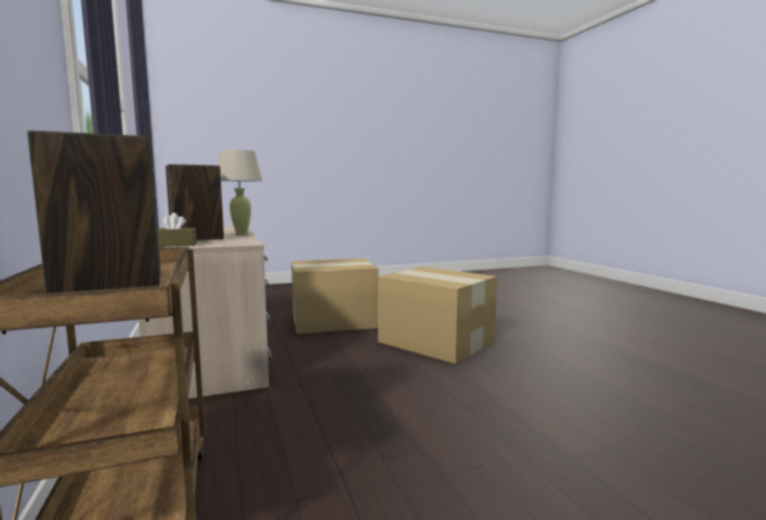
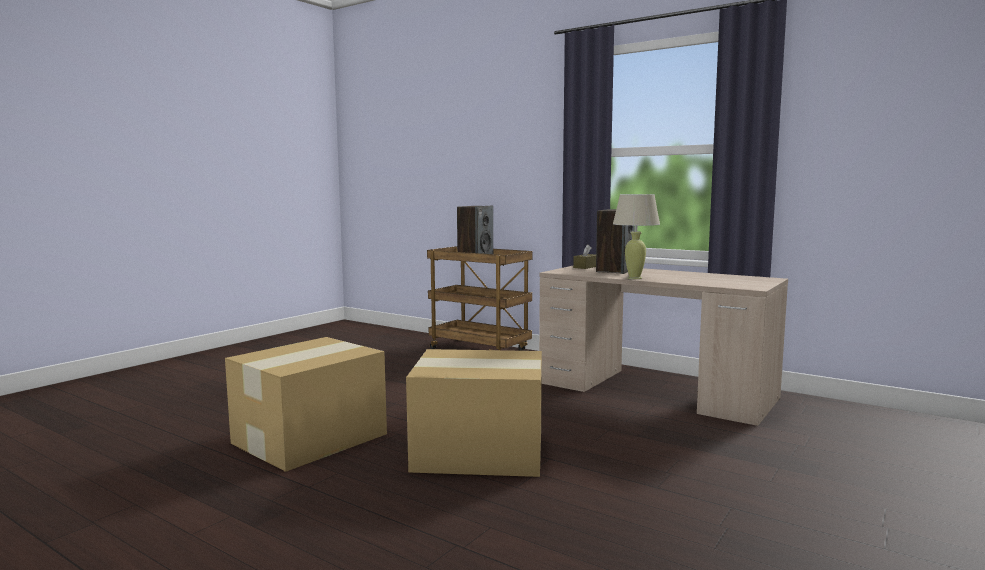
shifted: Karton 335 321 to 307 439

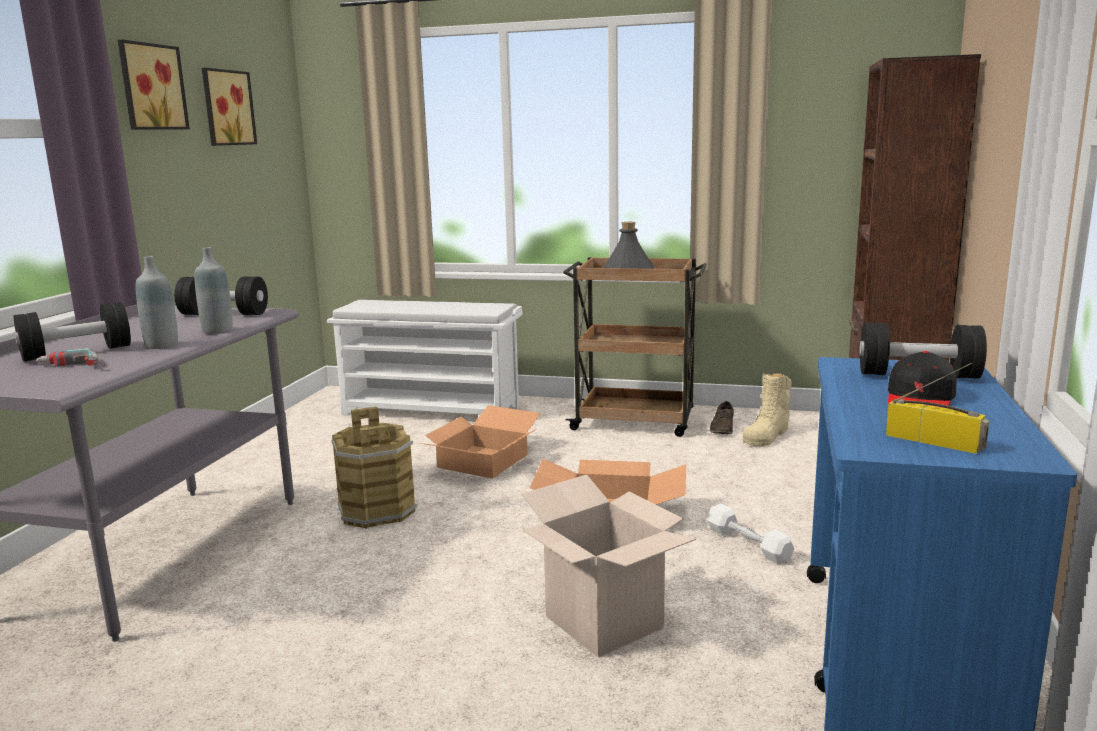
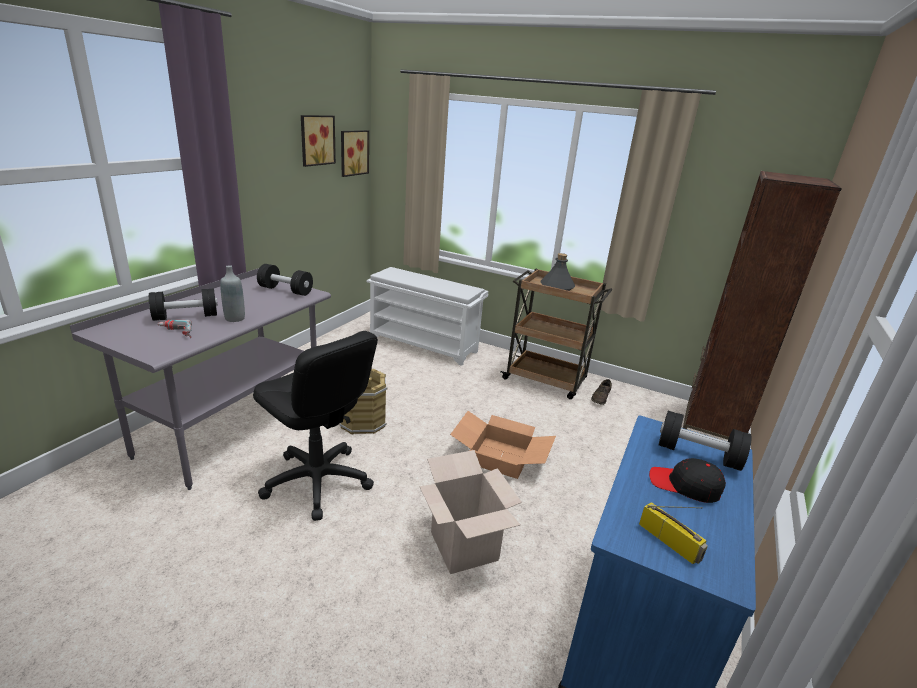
gone: Flasche (grau) 217 331; Stiefel (beige) 766 435; Karton 483 462; Hantel (weiß) 748 544
new: Bürostuhl (schwarz) 317 481
shifted: Bild 150 87 to 353 152
rotated: Kappe (schwarz) 920 399 = 684 486 75 degrees clockwise

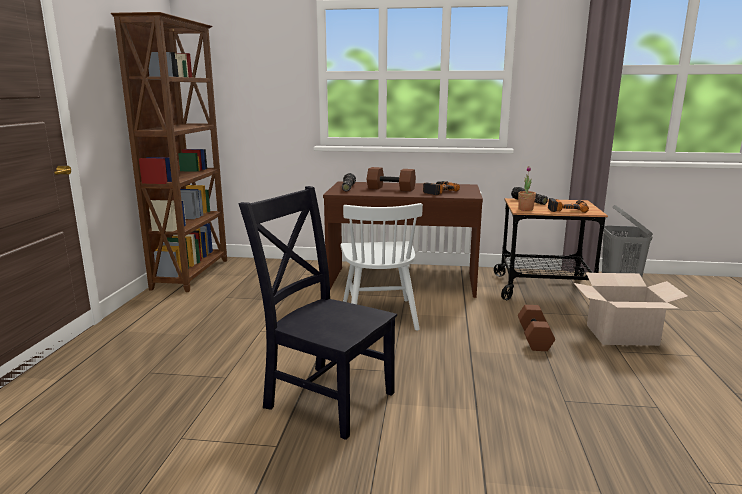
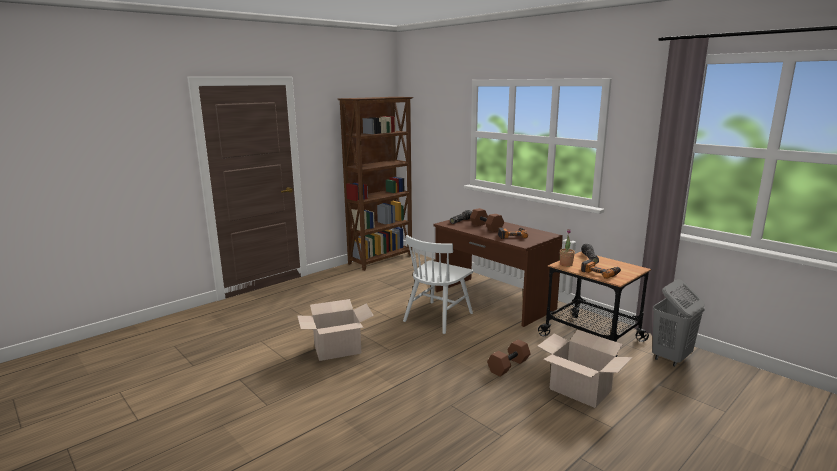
swapped: Stuhl (schwarz) 326 397 to Karton 337 349

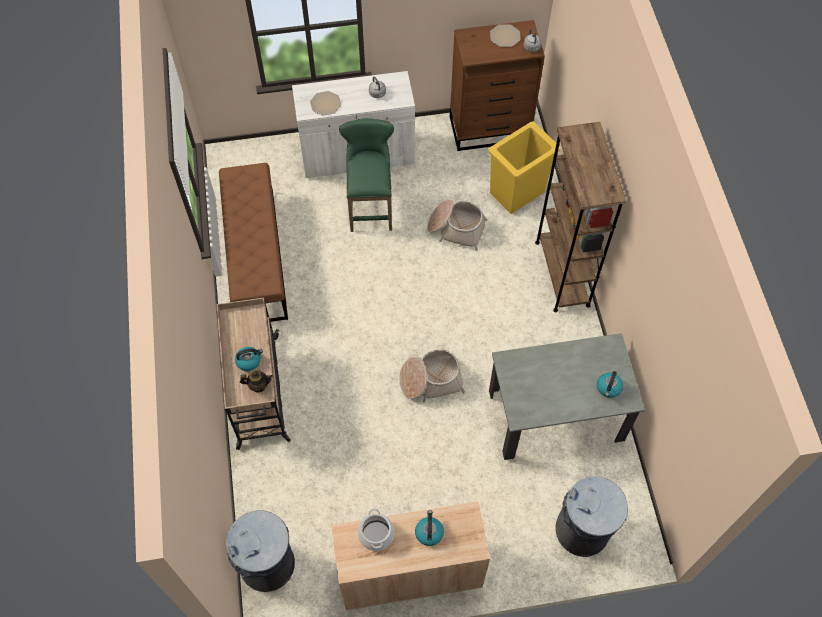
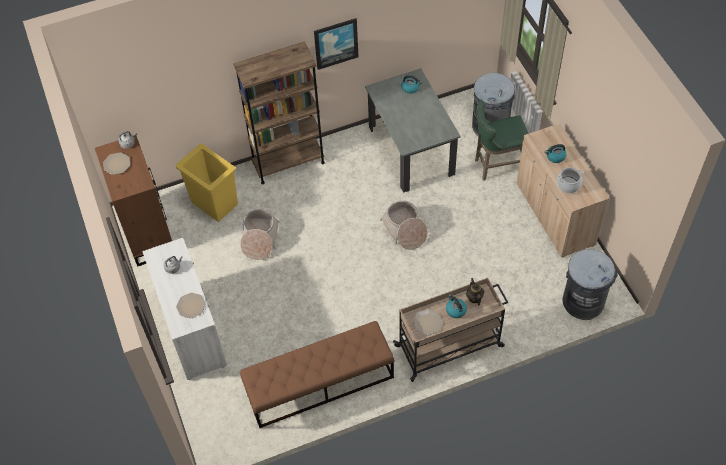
new: Bild 336 43; Teller 427 323
shifted: Hocker (grün) 370 205 to 497 165

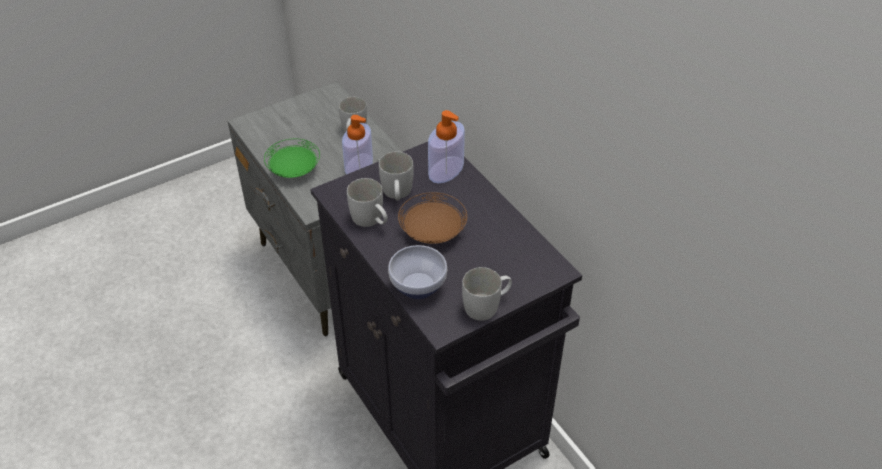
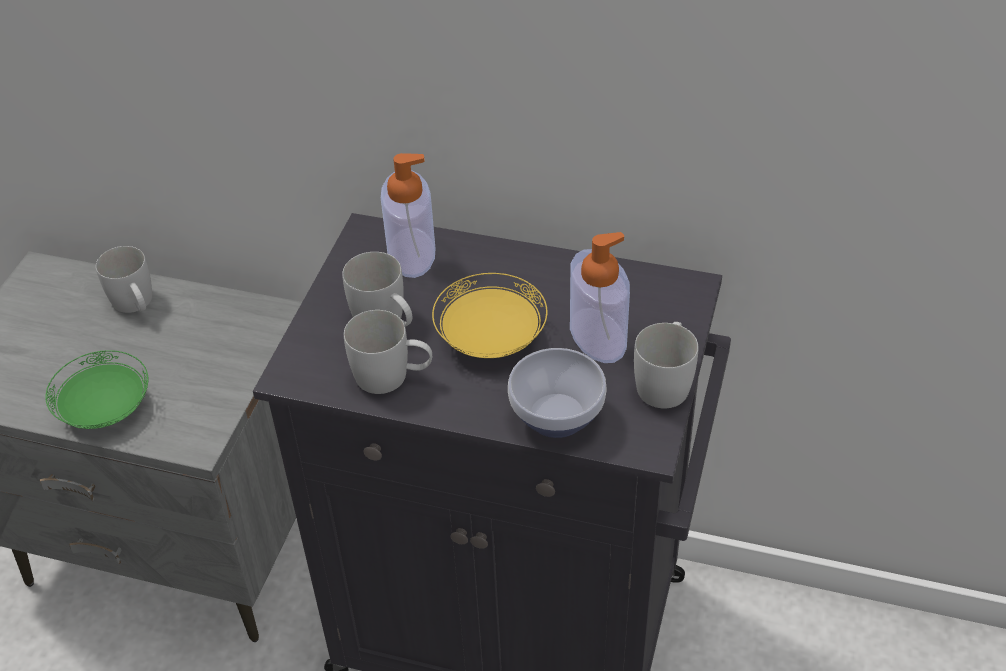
shifted: Seifenspender 359 166 to 597 335
repainted: Teller (braun) 432 231 to Teller (gelb) 490 338

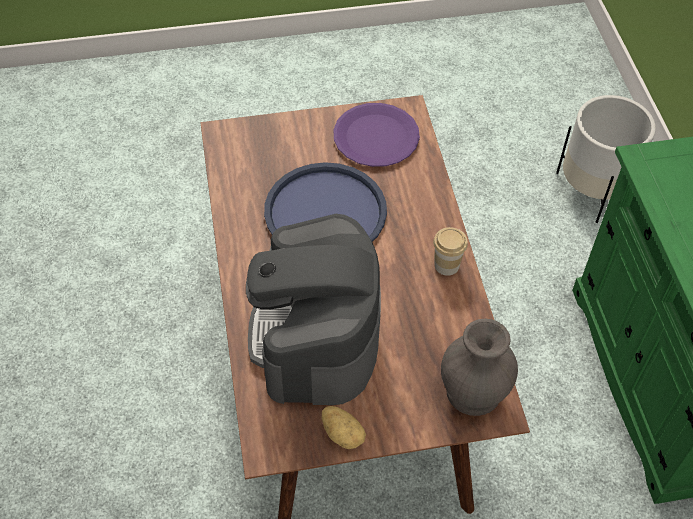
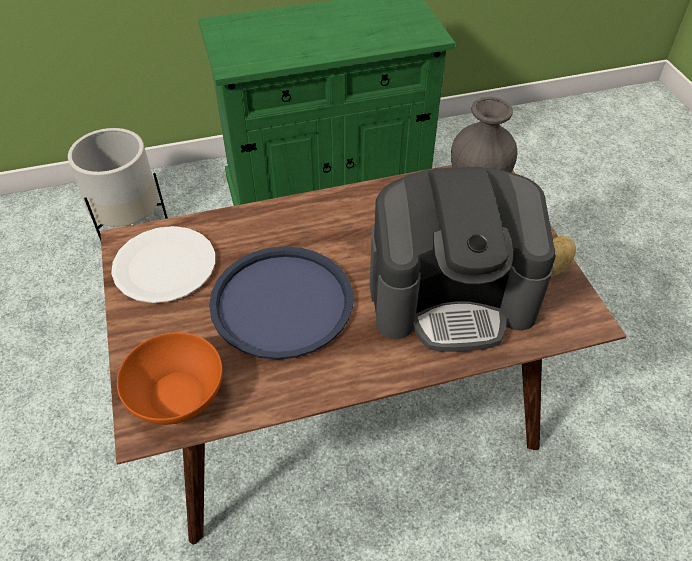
gone: Tasse 446 265
new: Schüssel (orange) 176 395
repainted: Teller (lila) 376 137 to Teller (weiß) 165 266

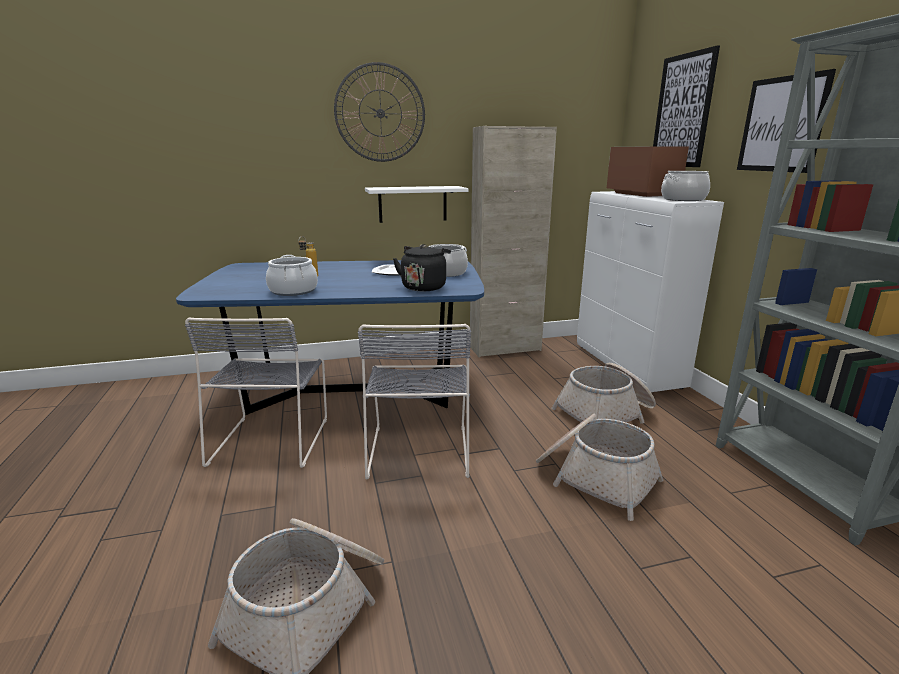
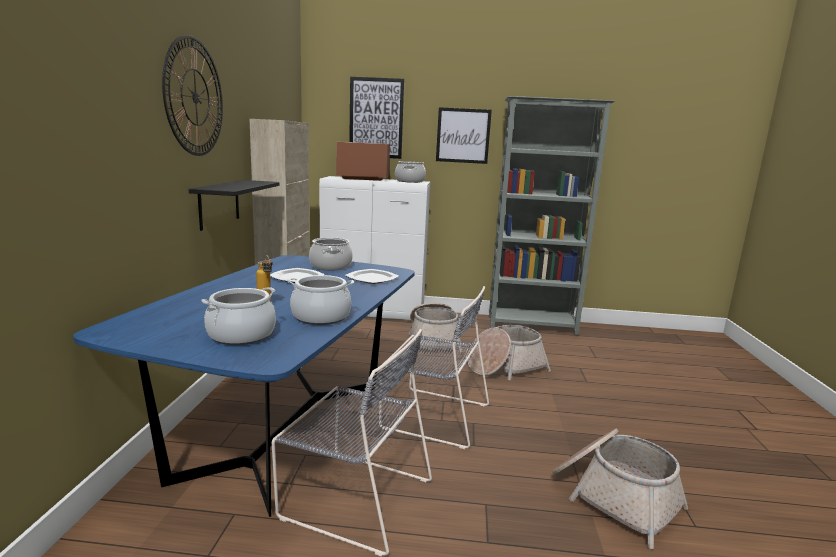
new: Kochtopf 241 335
swapped: Wasserkessel (schwarz) 424 287 to Teller 372 278
repainted: Wandregal (weiß) 412 204 to Wandregal (schwarz) 219 204

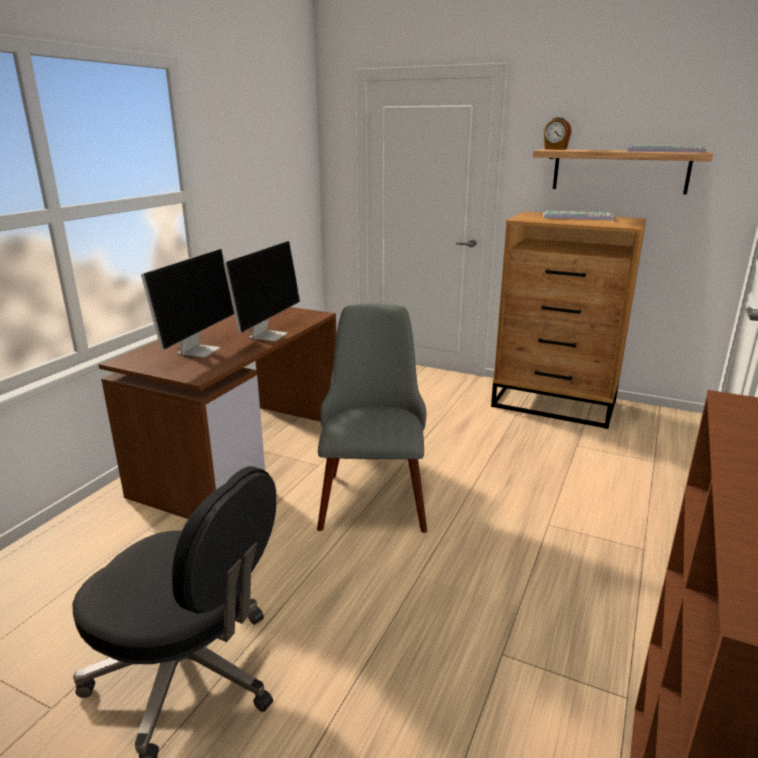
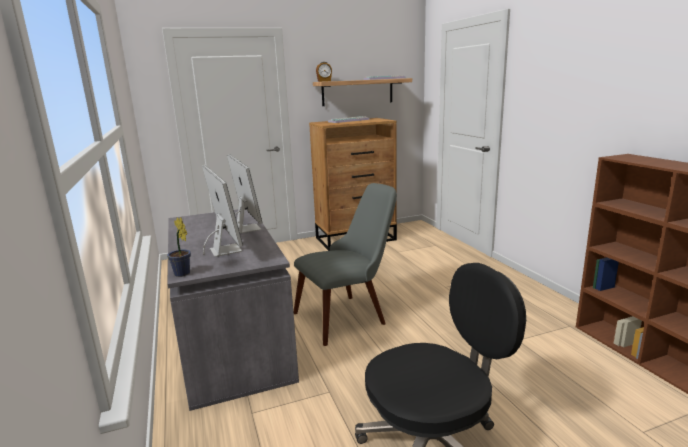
new: Topfpflanze 183 274
repainted: Schreibtisch (braun) 243 456 to Schreibtisch (grau) 231 340
rotated: Stuhl (grau) 373 491 = 349 315 105 degrees clockwise

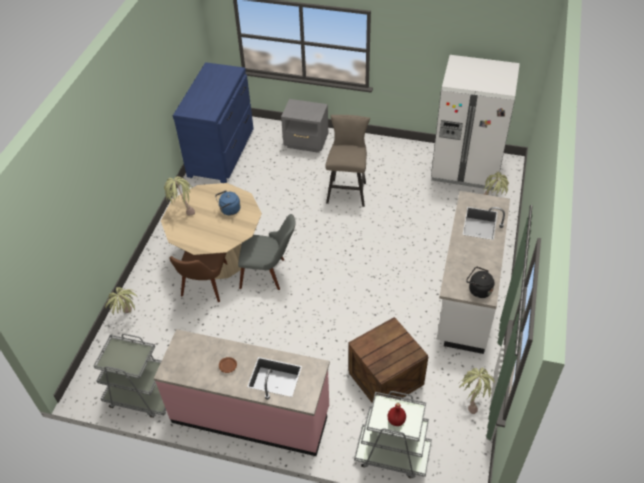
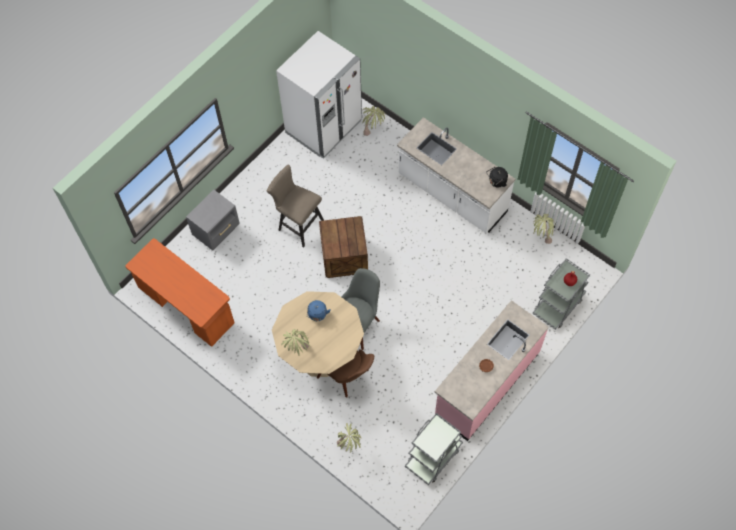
shifted: Kiste 385 378 to 344 256
swapped: Kommode (blau) 222 152 to Schreibtisch (orange) 186 306

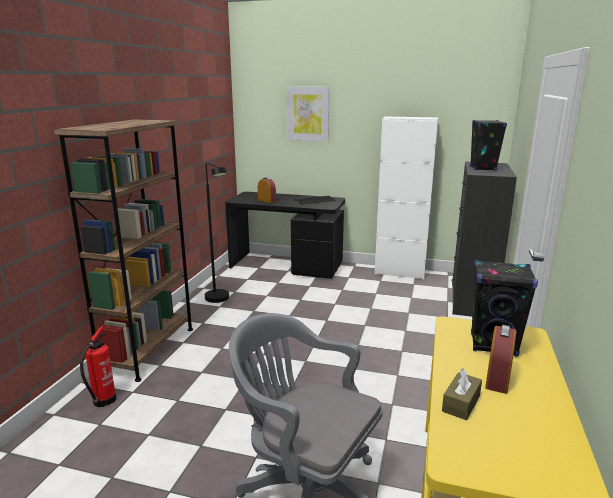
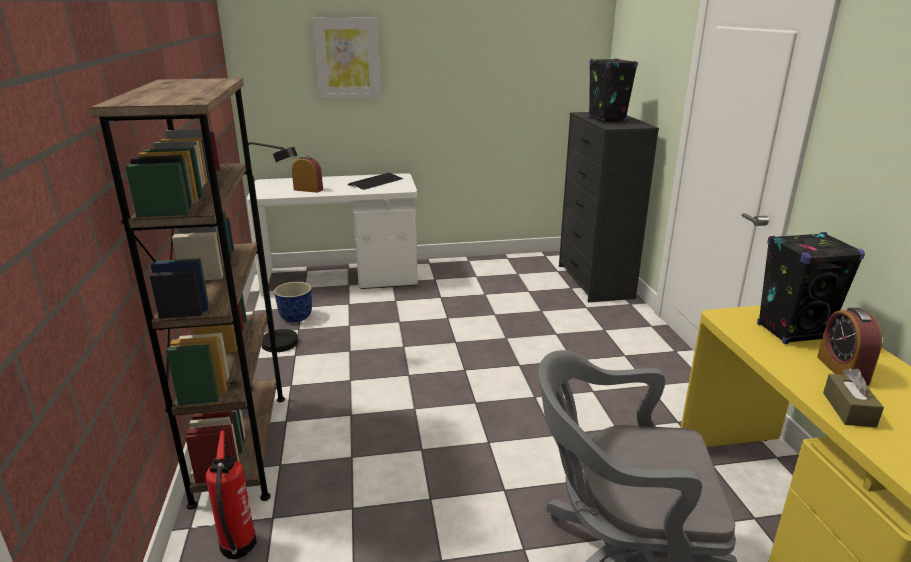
gone: Schrank (weiß) 400 273
new: Pflanzkübel 296 317
repainted: Schreibtisch (schwarz) 287 265 to Schreibtisch (weiß) 341 278

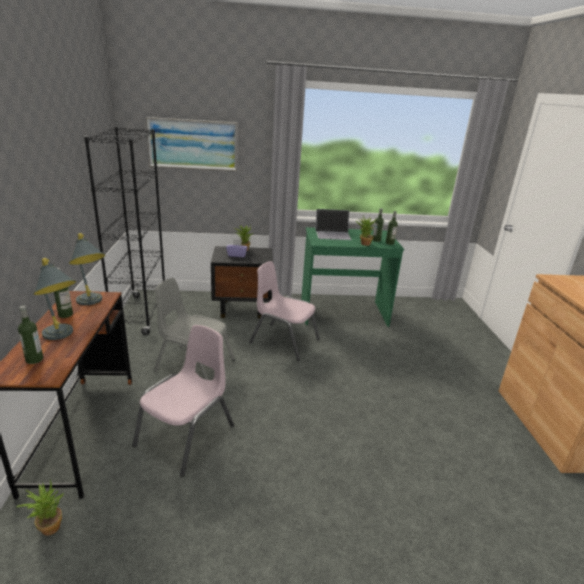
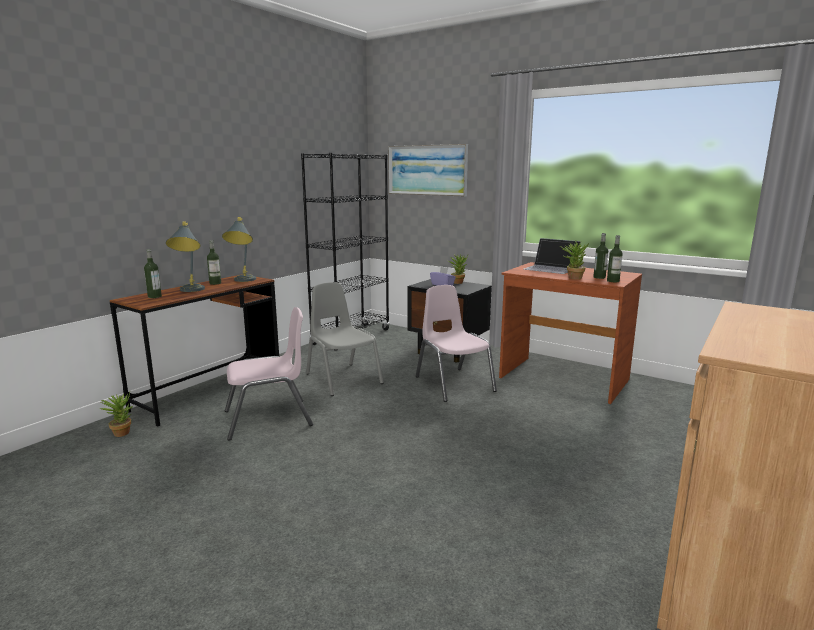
repainted: Schreibtisch (grün) 343 313 to Schreibtisch (braun) 563 379

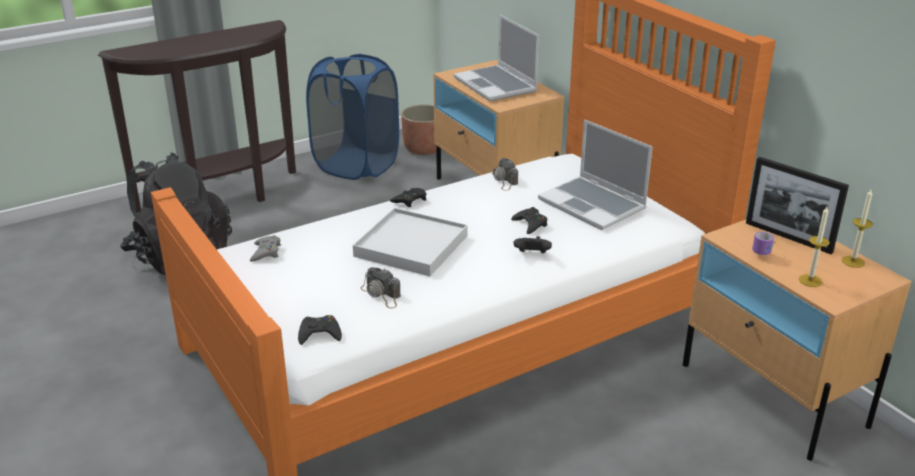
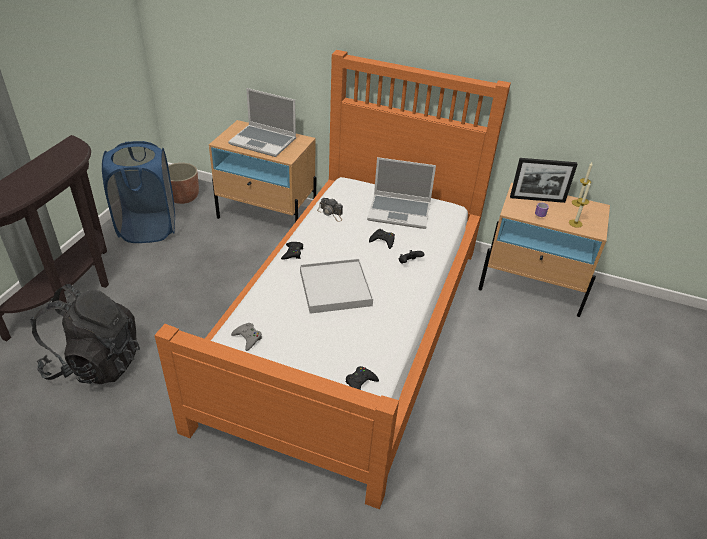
gone: Kamera 381 294

